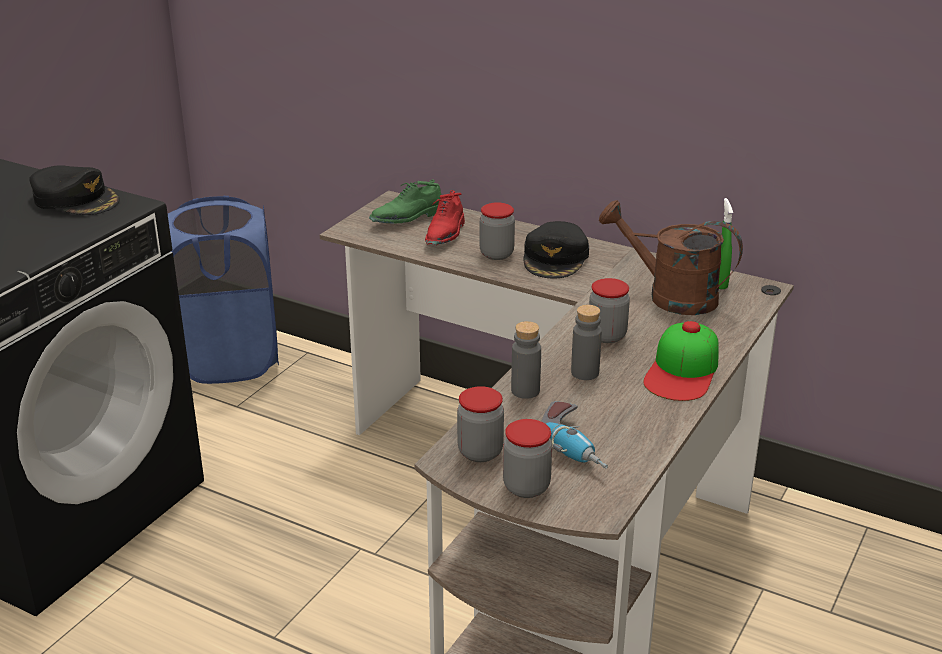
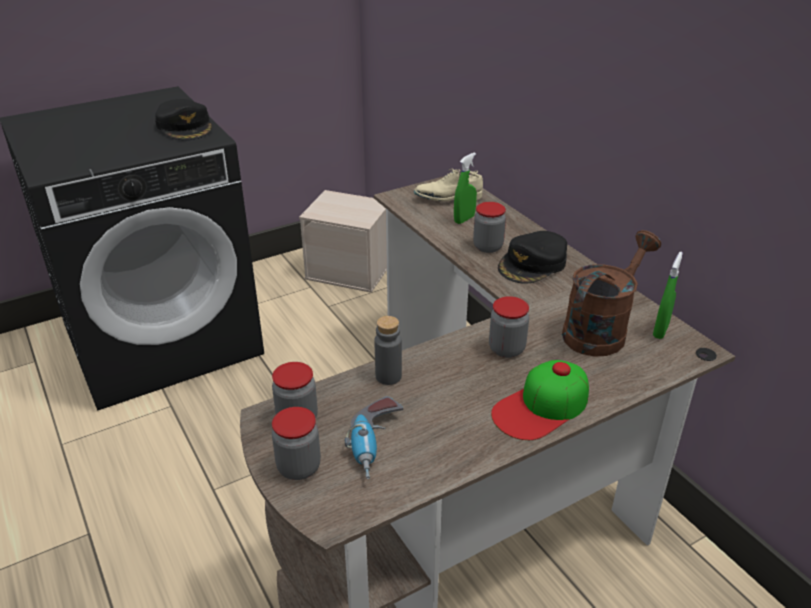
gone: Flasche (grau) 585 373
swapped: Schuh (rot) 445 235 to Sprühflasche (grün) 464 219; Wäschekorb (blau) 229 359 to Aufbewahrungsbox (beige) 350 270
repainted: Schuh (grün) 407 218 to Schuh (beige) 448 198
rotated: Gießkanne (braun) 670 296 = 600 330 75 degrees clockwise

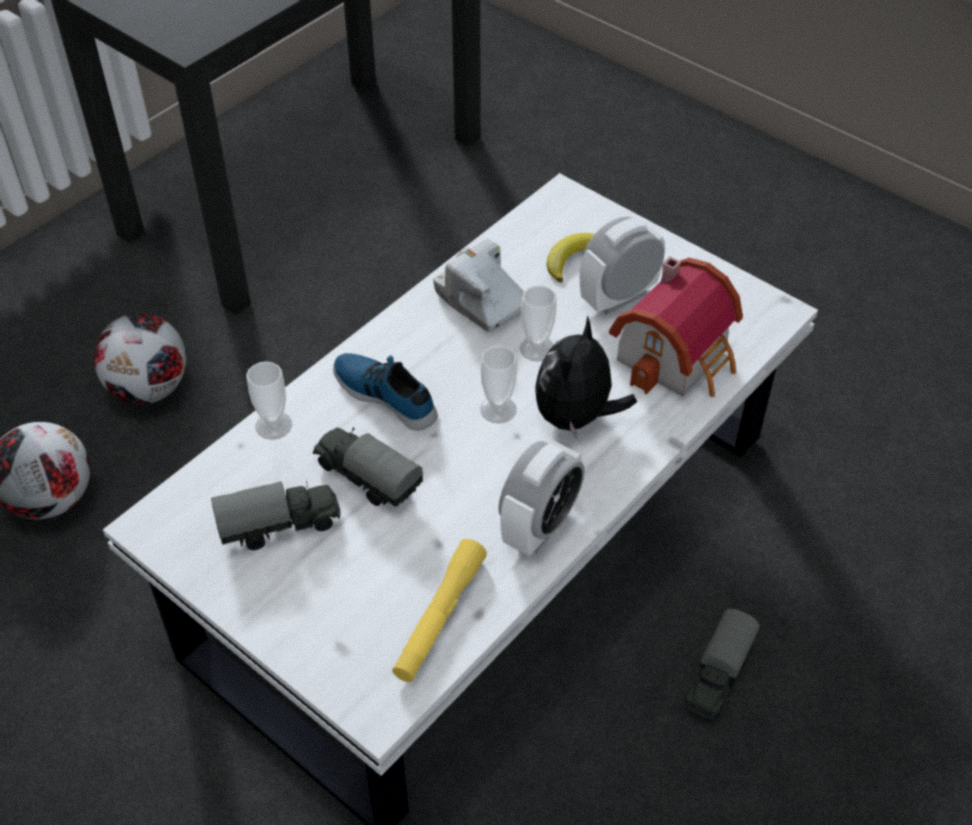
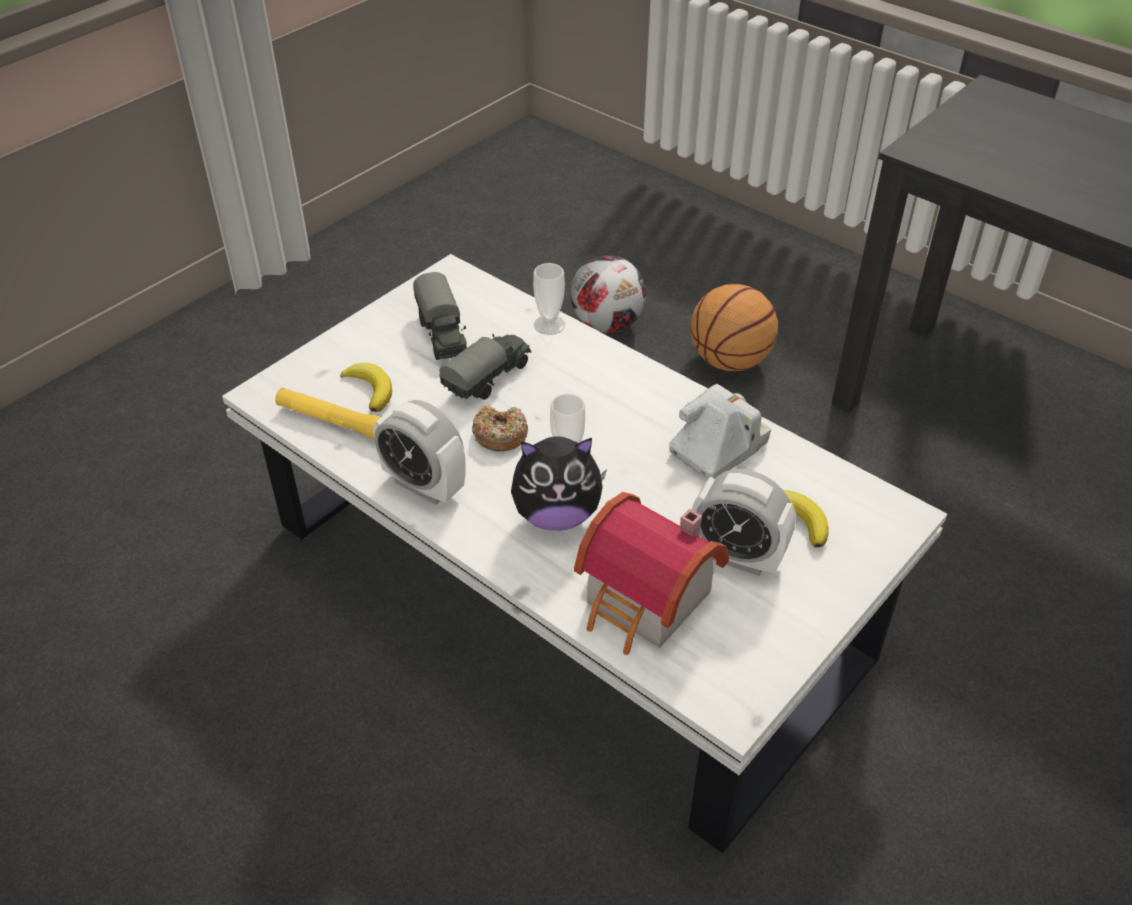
gone: Tasse 537 349; Schuh 386 394; Spielzeuglaster 717 677
new: Banane 370 389; Donut 500 435
swapped: Fußball 150 389 to Basketball 729 361
rotated: Wecker 618 297 = 736 556 150 degrees clockwise; Plüschtier 576 417 = 556 515 150 degrees clockwise

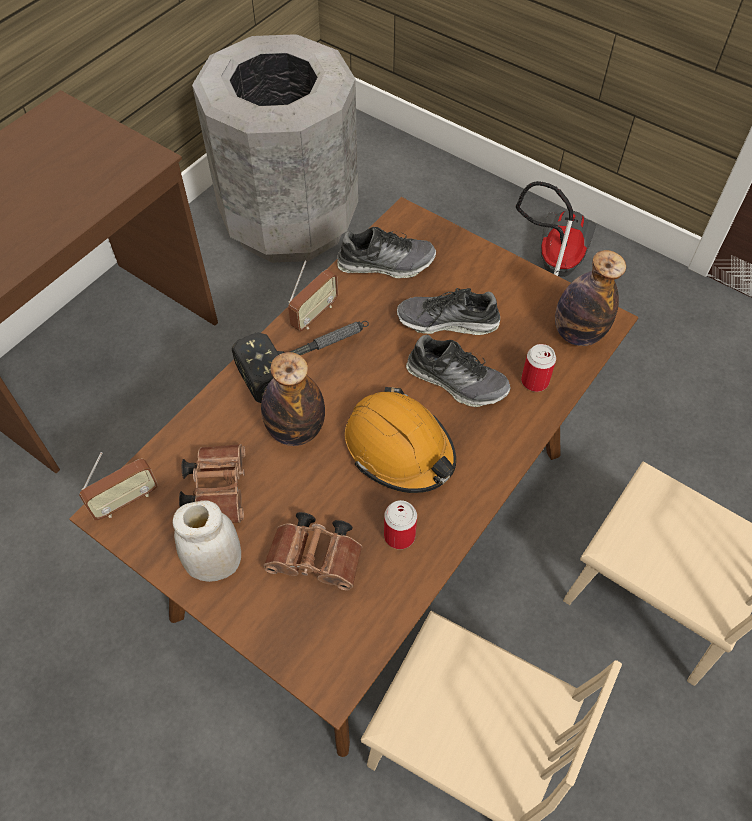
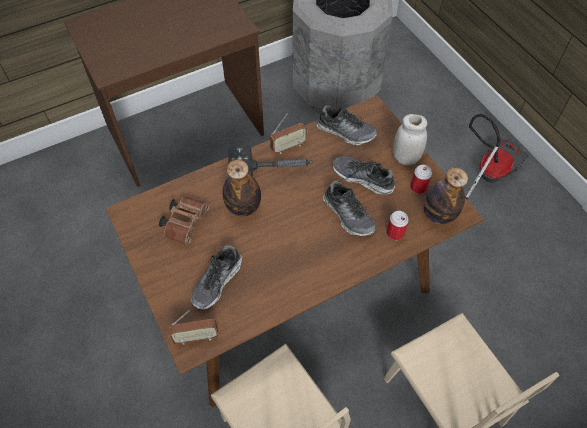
gone: Schutzhelm (orange) 400 449
shifted: Radio 125 501 to 196 337; Vorratsglas (weiß) 216 565 to 405 158; Dose 399 535 to 418 187
swapped: Fernglas (braun) 318 559 to Schuh 217 282

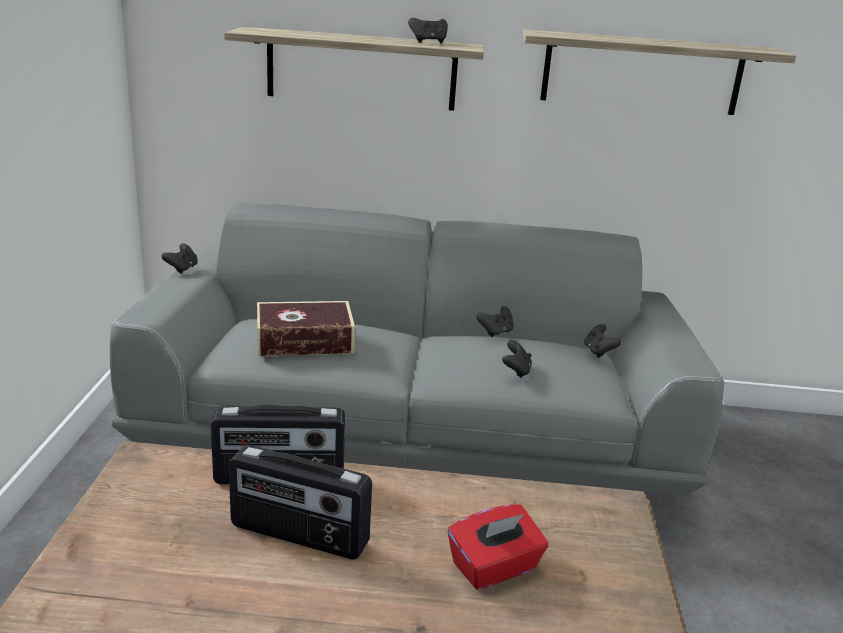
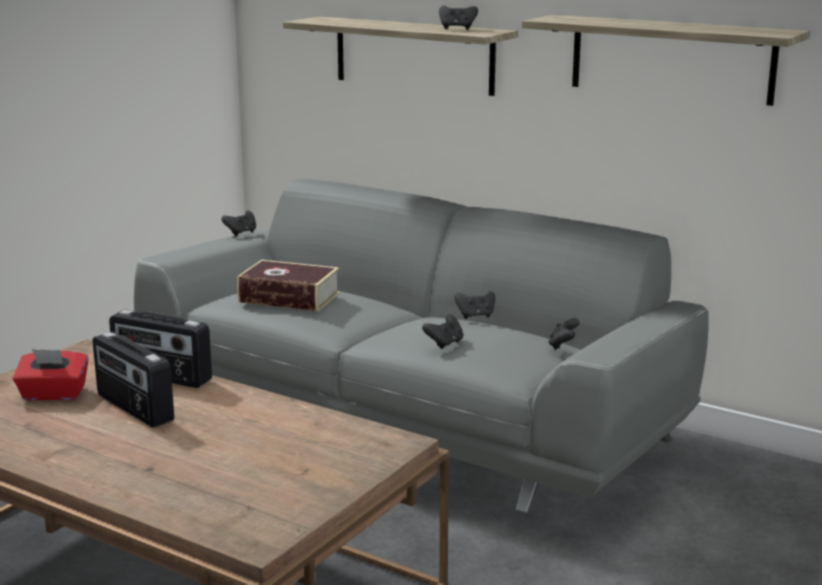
shifted: Taschentuchbox (rot) 494 568 to 53 394

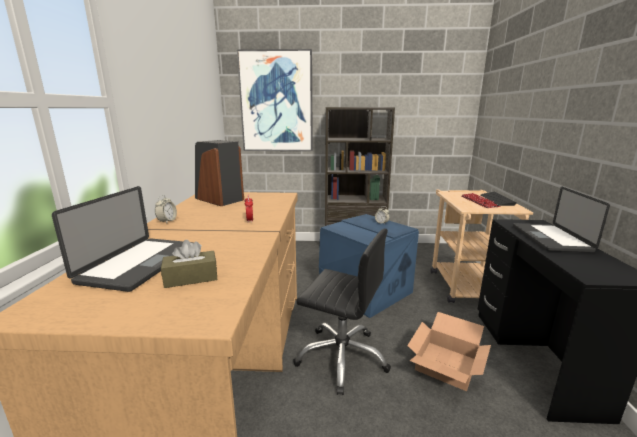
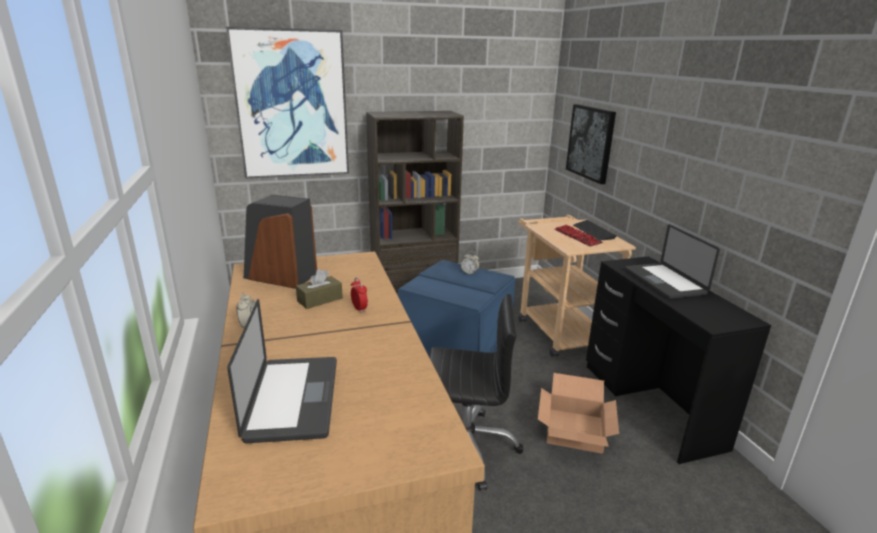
new: Bild 591 142
shifted: Taschentuchbox (braun) 191 278 to 320 299

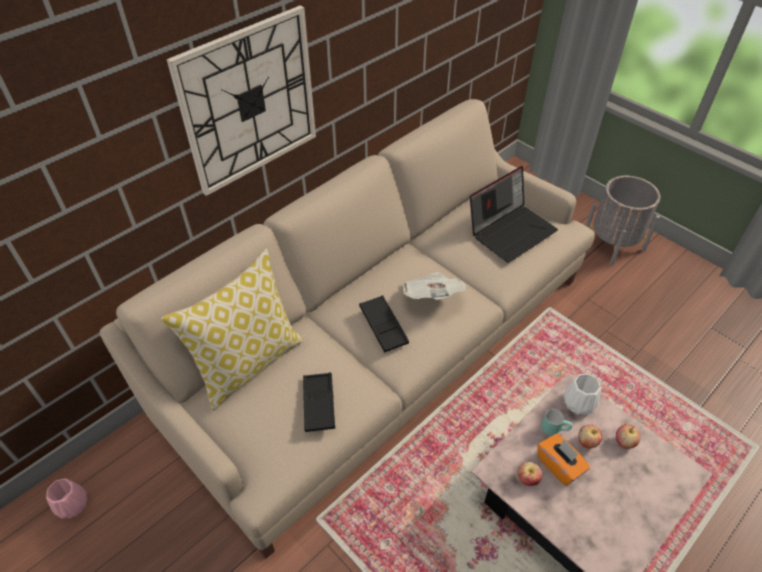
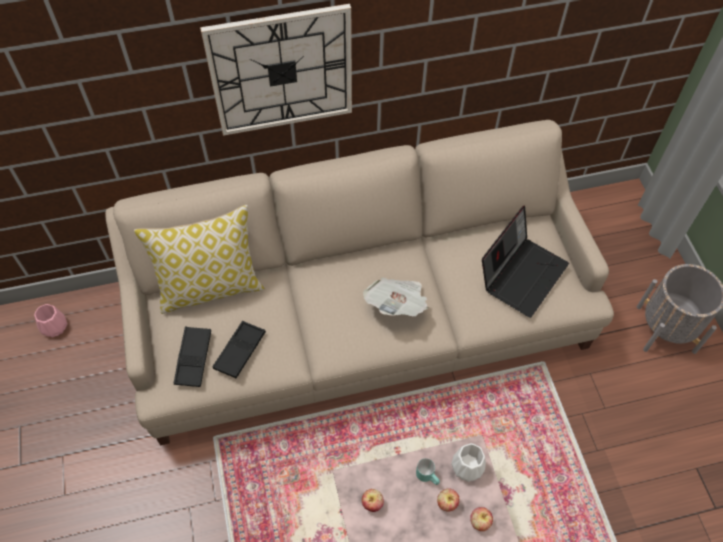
gone: Taschentuchbox (orange) 559 465
shifted: Tablett (schwarz) 383 326 to 193 358
rotated: Laptop 511 230 = 521 273 45 degrees counterclockwise

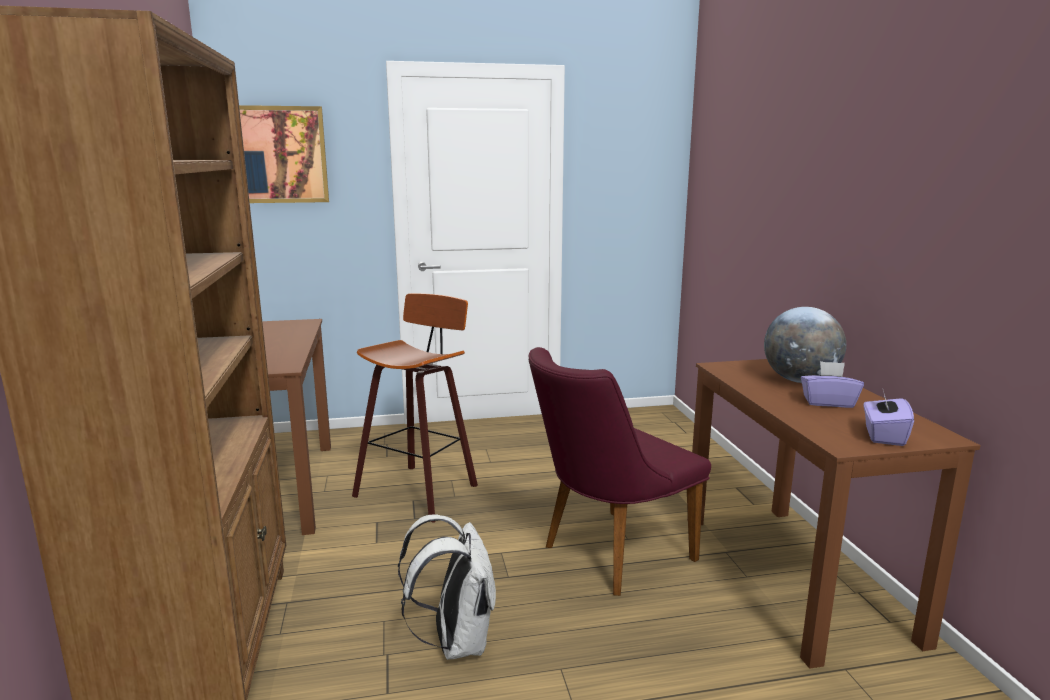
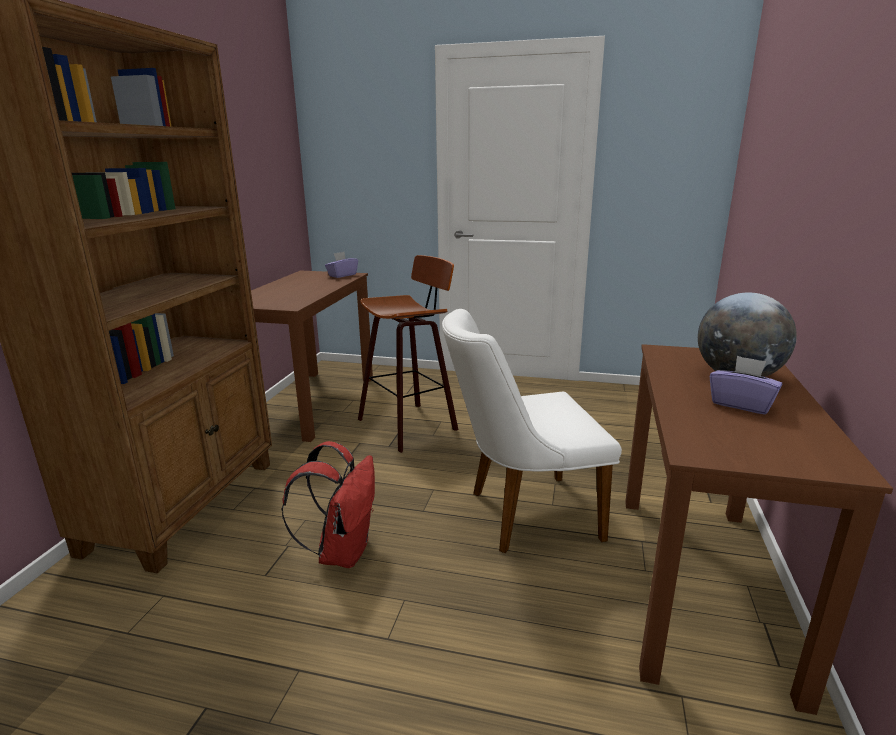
gone: Bild 277 155
shifted: Taschentuchbox (lila) 883 436 to 342 275
repainted: Stuhl (lila) 607 555 to Stuhl (weiß) 521 514; Rucksack (weiß) 456 641 to Rucksack (rot) 342 551

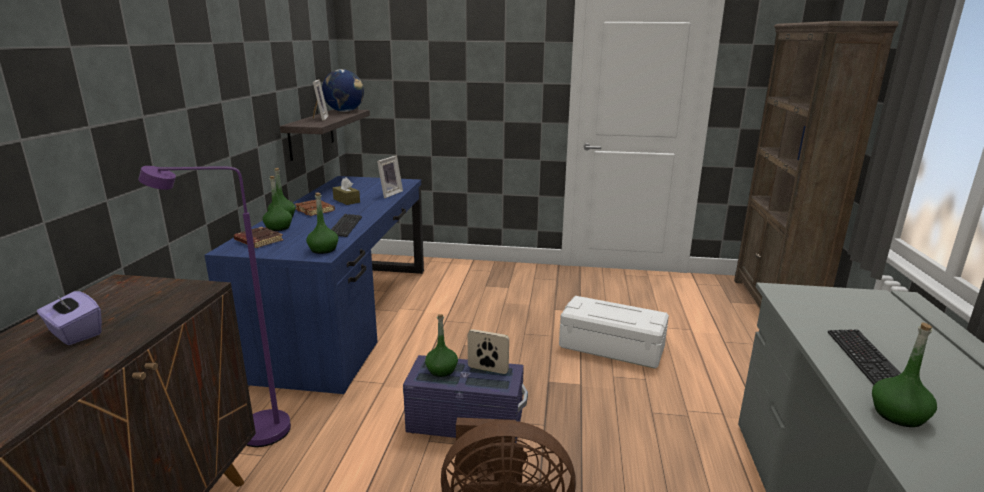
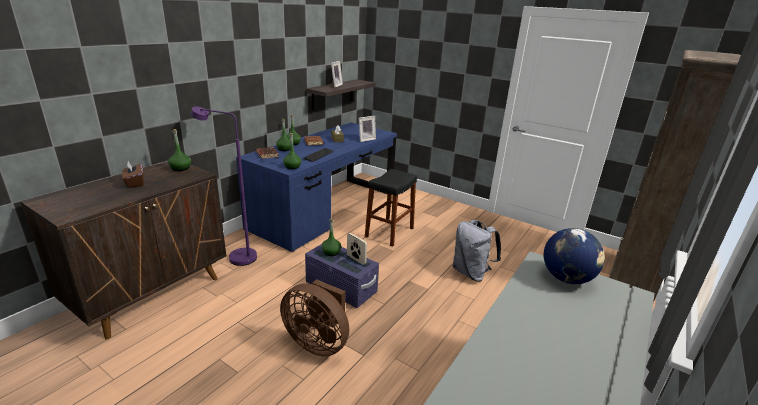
gone: Tastatur 864 358
new: Hocker (schwarz) 389 232
shifted: Globus 345 111 to 566 278; Flasche (grün) 898 415 to 180 168
swapped: Aufbewahrungsbox (weiß) 612 346 to Rucksack (grau) 471 273
repainted: Taschentuchbox (lila) 74 333 to Taschentuchbox (braun) 135 183

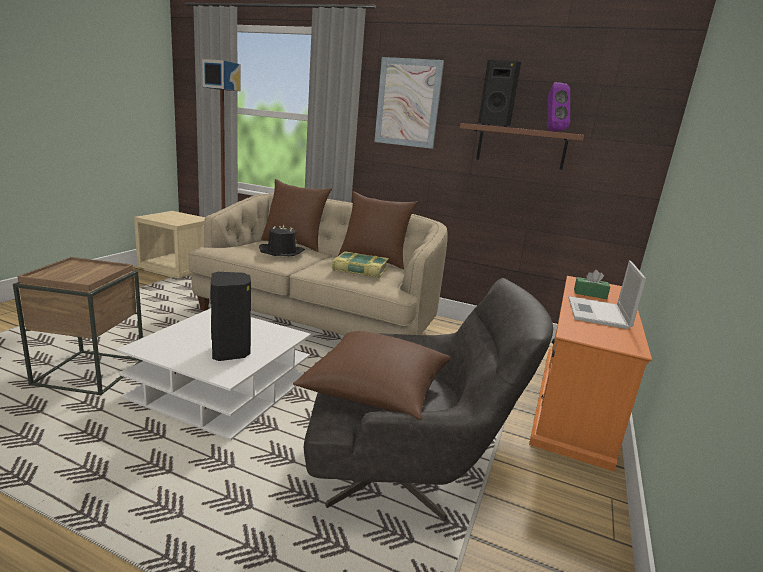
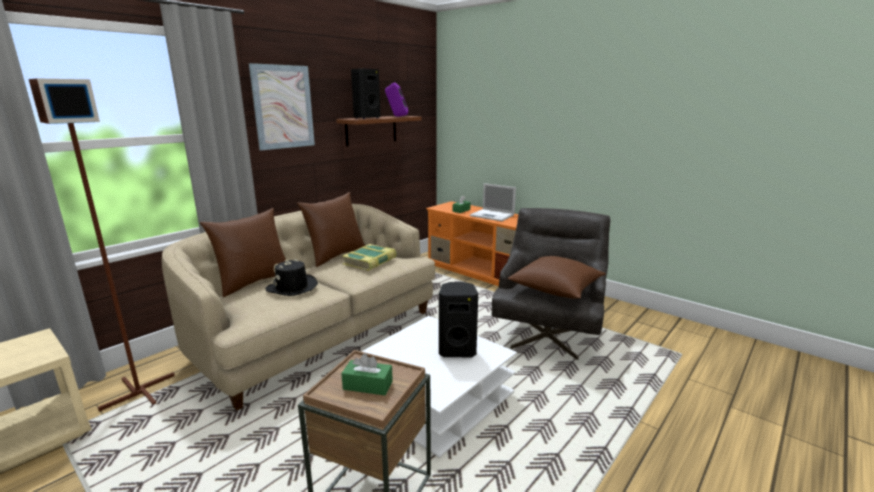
new: Taschentuchbox (grün) 368 385

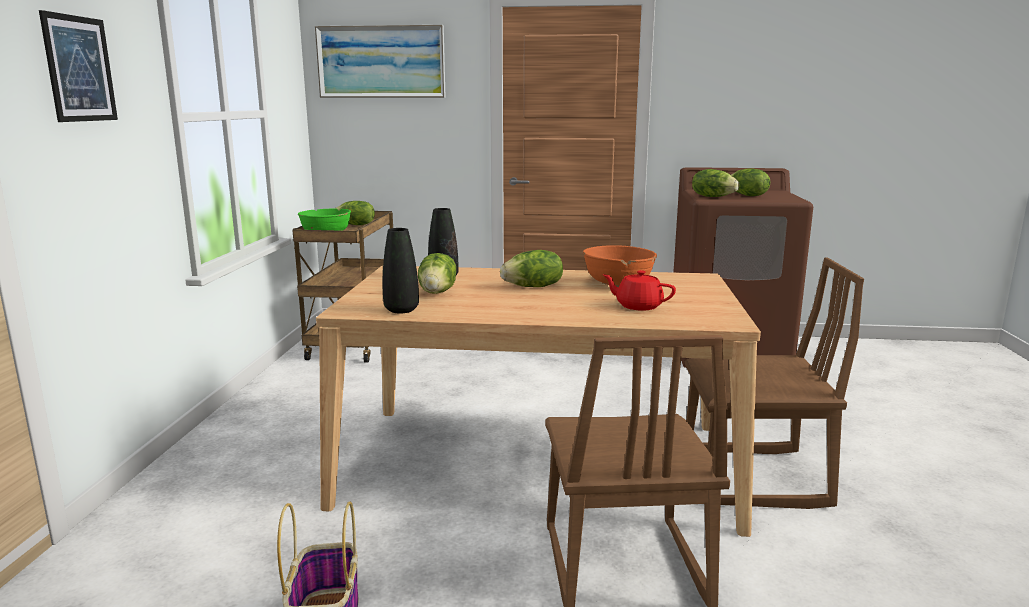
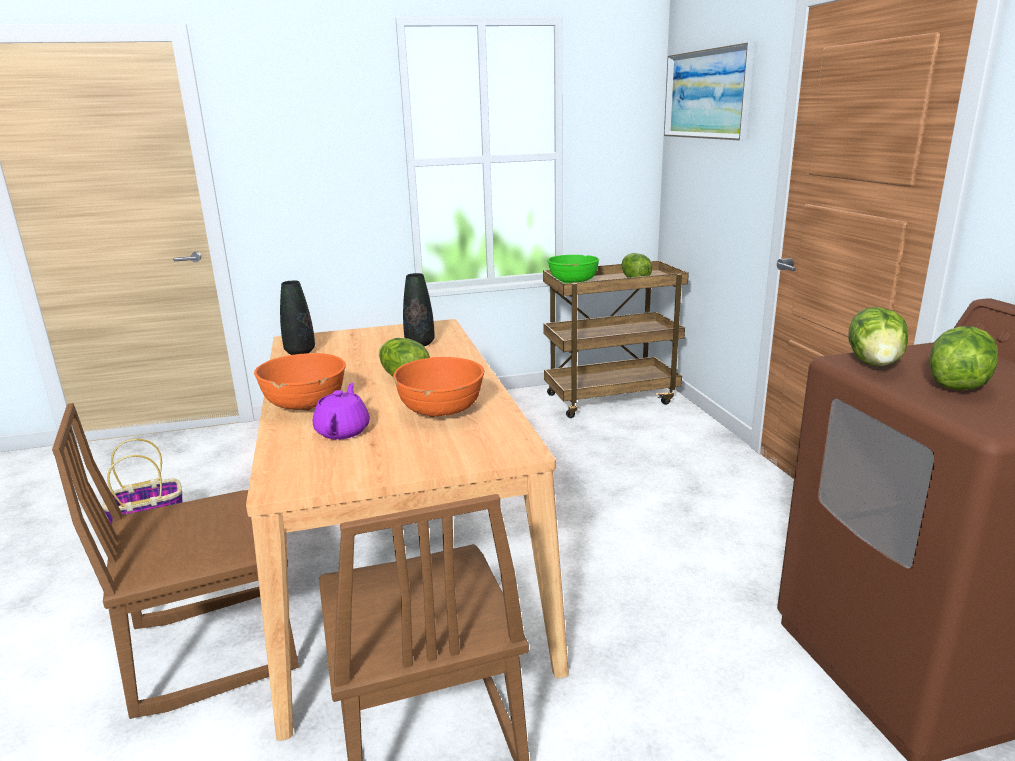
gone: Bild 80 69; Salatkopf 438 292
new: Schüssel (orange) 305 404
repainted: Teekanne (rot) 638 306 to Teekanne (lila) 343 431

